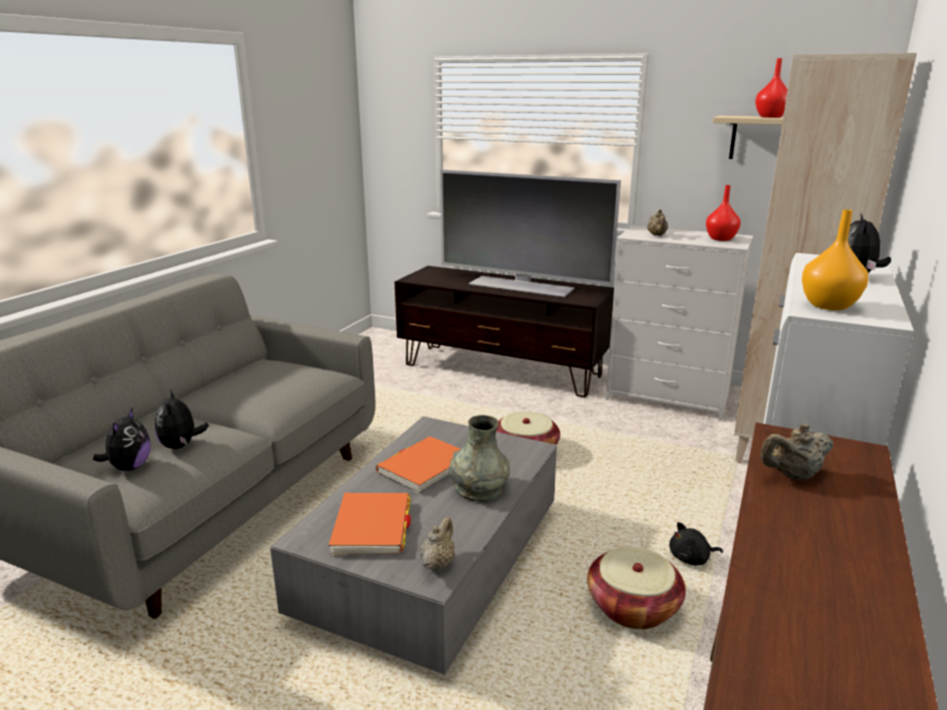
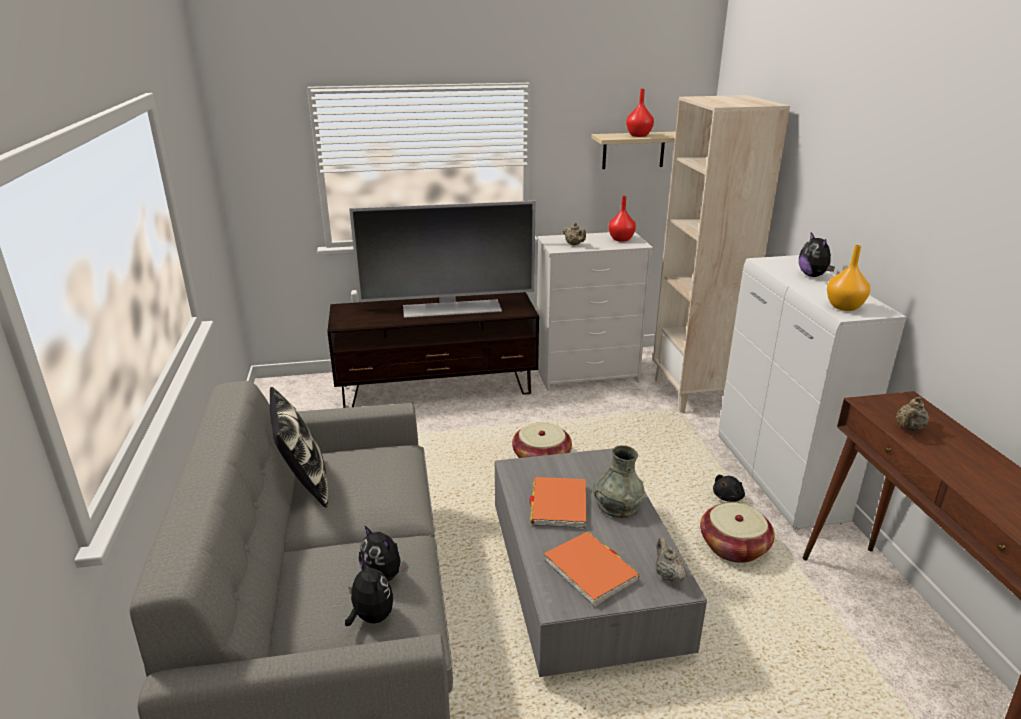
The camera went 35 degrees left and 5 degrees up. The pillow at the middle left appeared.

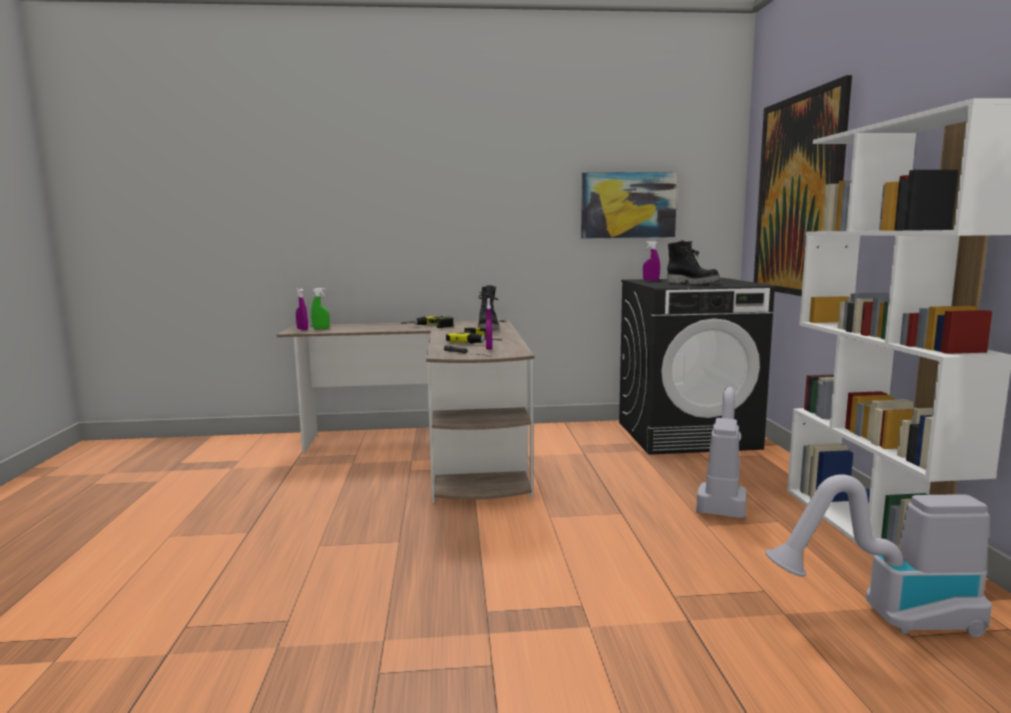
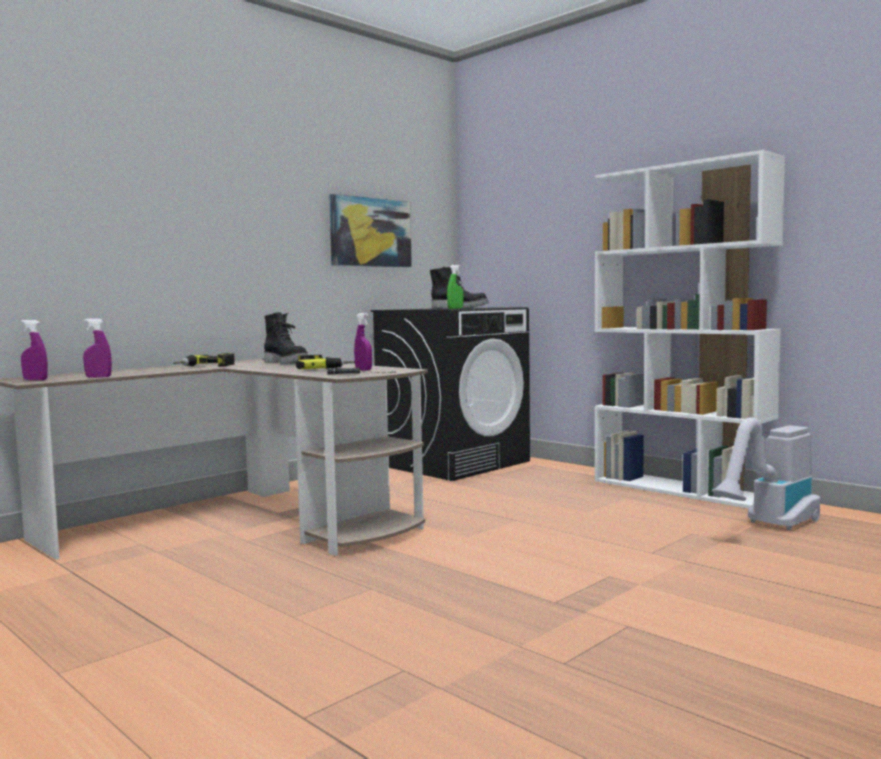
The camera went 40 degrees left and 5 degrees down. The picture (no. 2 from left) at the top right disappeared. The purple_spray_bottle (no. 3 from left in the first image) moved from the centre to the middle left. The green_spray_bottle moved from the middle left to the centre. The vacuum_cleaner (no. 1 from left) at the middle right disappeared.

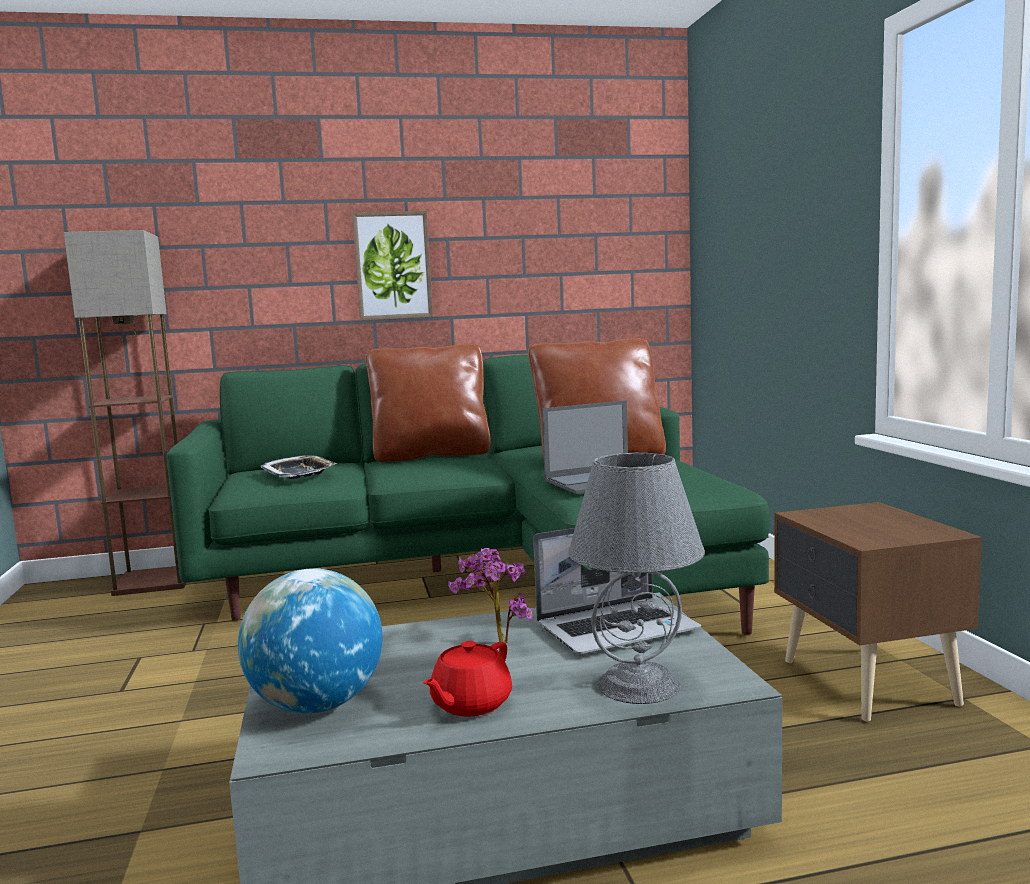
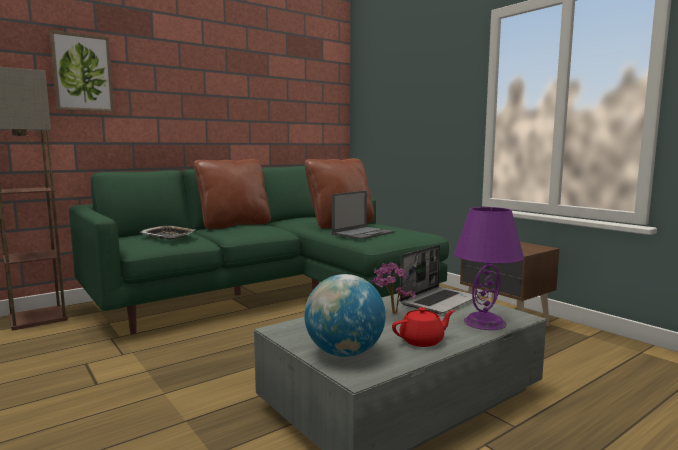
The camera went 25 degrees left and 0 degrees up. The picture moved from the top centre to the top left. The grey_table_lamp at the centre became the purple_table_lamp at the middle right. The red_teapot at the bottom centre turned 120 degrees counterclockwise.

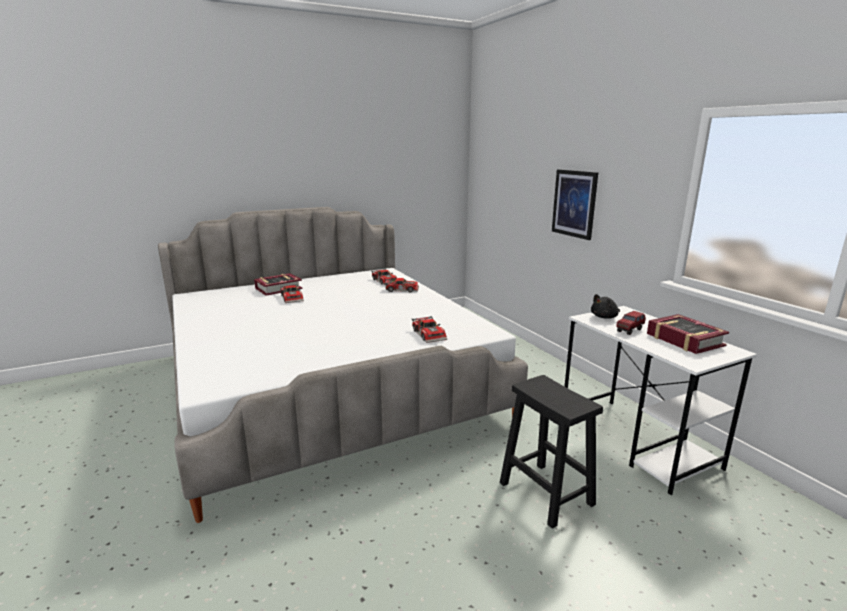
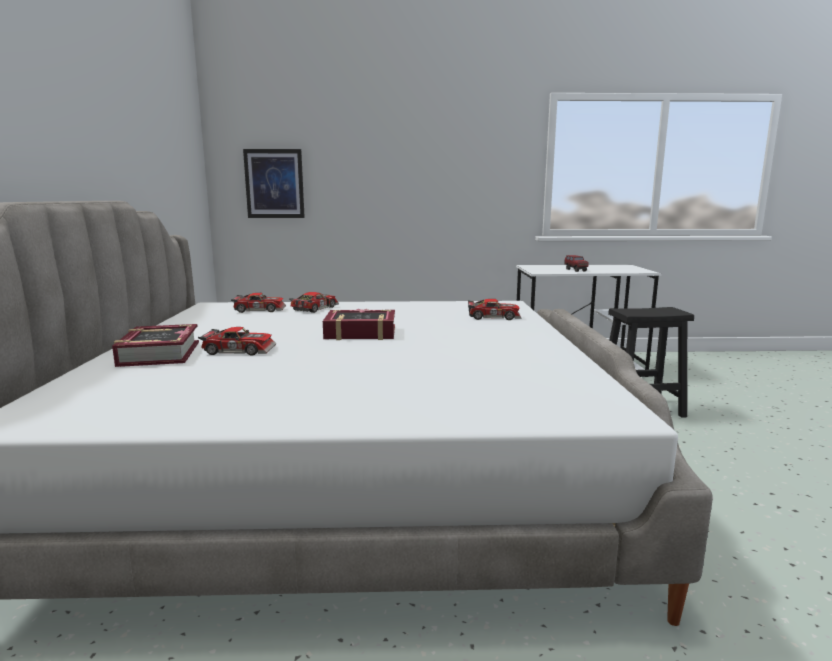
The camera went 65 degrees left and 5 degrees down. The picture moved from the middle right to the top left. The black_plush_toy at the middle right disappeared. The book (no. 2 from left) moved from the middle right to the centre.

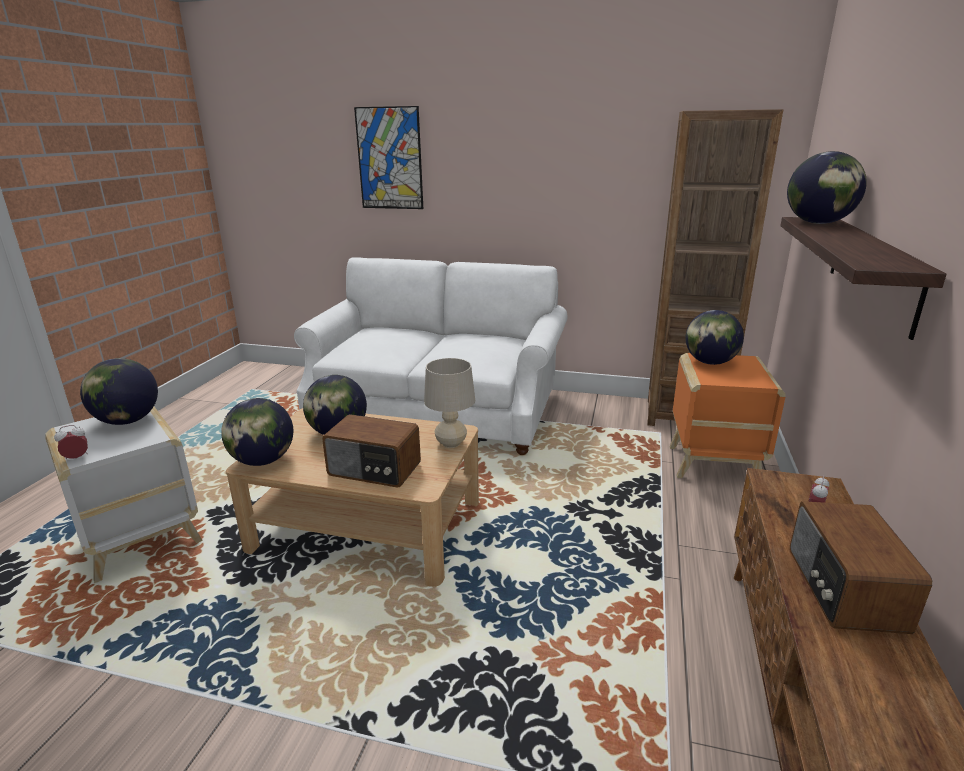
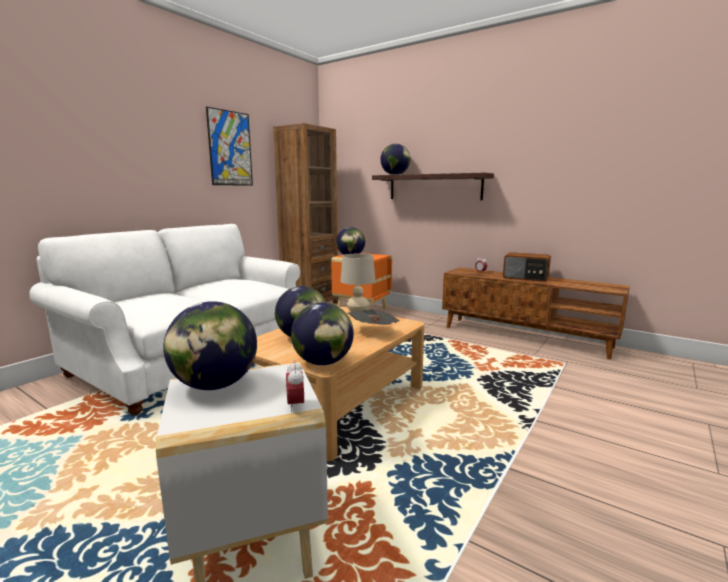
The camera went 70 degrees left and 10 degrees down. The picture moved from the top centre to the top left. The radio (no. 1 from left) at the centre was replaced by the newspaper at the centre.

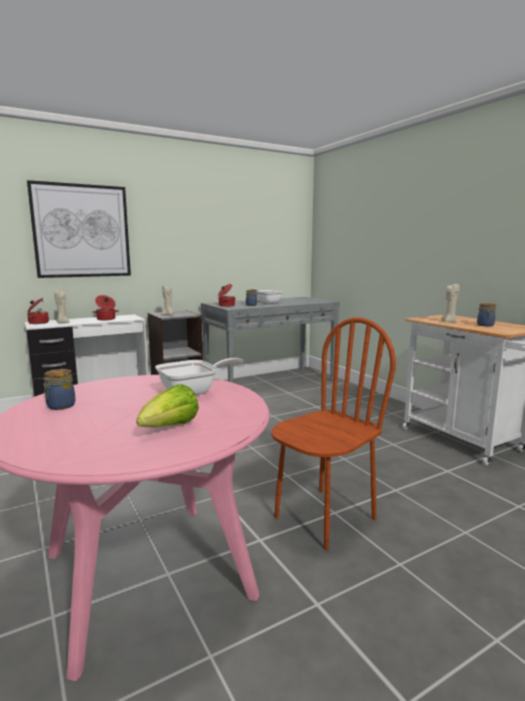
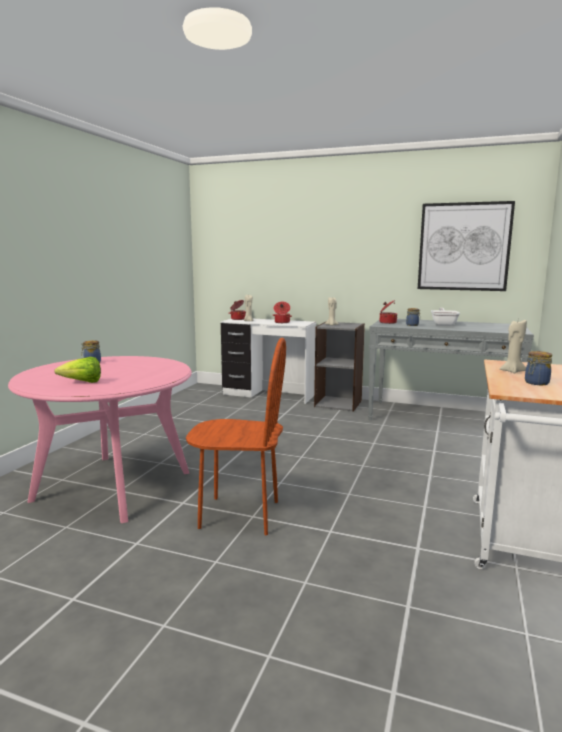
The camera went 50 degrees right and 0 degrees up. The picture moved from the top left to the middle right. The frying_pan (no. 1 from left) at the centre disappeared.

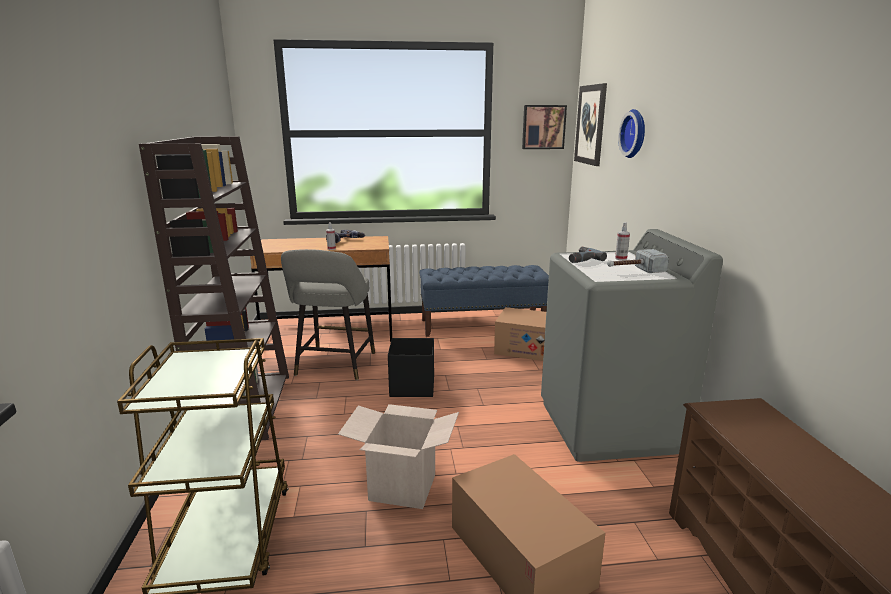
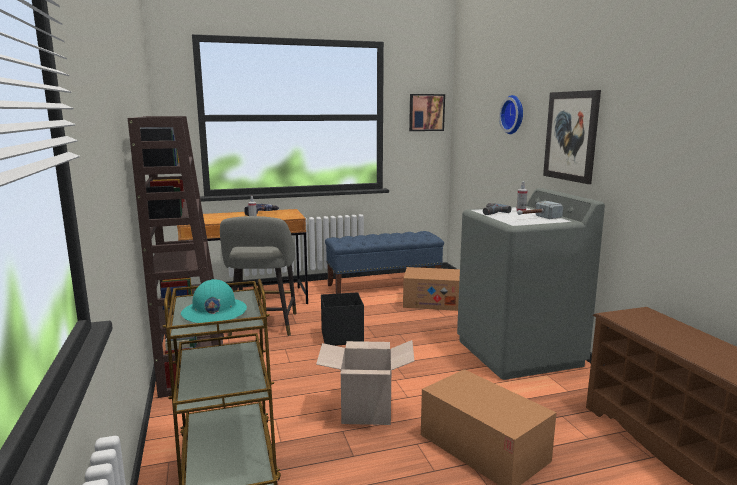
The camera went 10 degrees left and 5 degrees down. The picture (no. 2 from left) moved from the top centre to the top right. The turquoise_hard_hat at the middle left appeared.

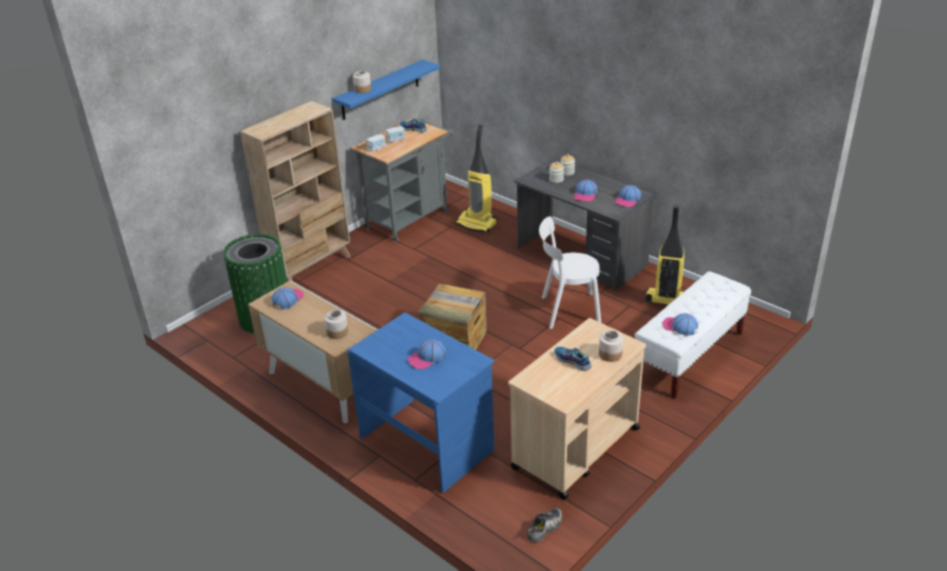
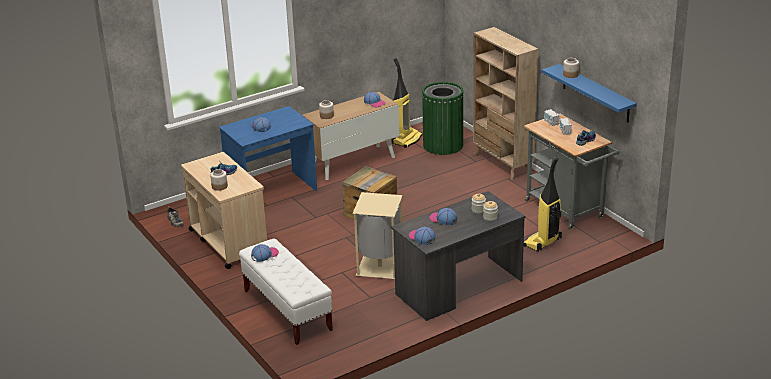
The camera went 105 degrees right and 5 degrees down. The vacuum_cleaner (no. 2 from left in the first image) moved from the middle right to the top centre. The white_chair at the centre was replaced by the beige_trash_can at the centre.

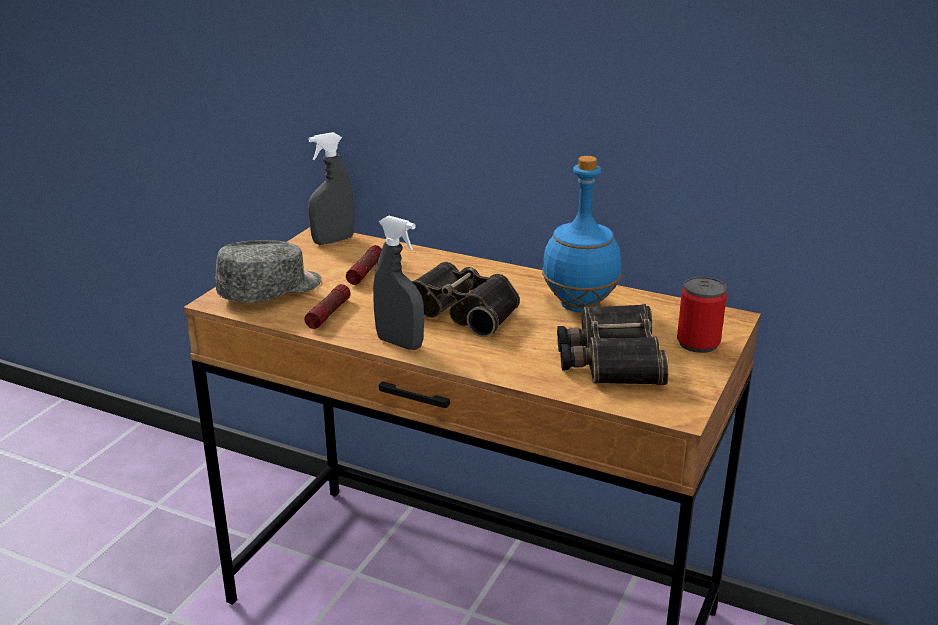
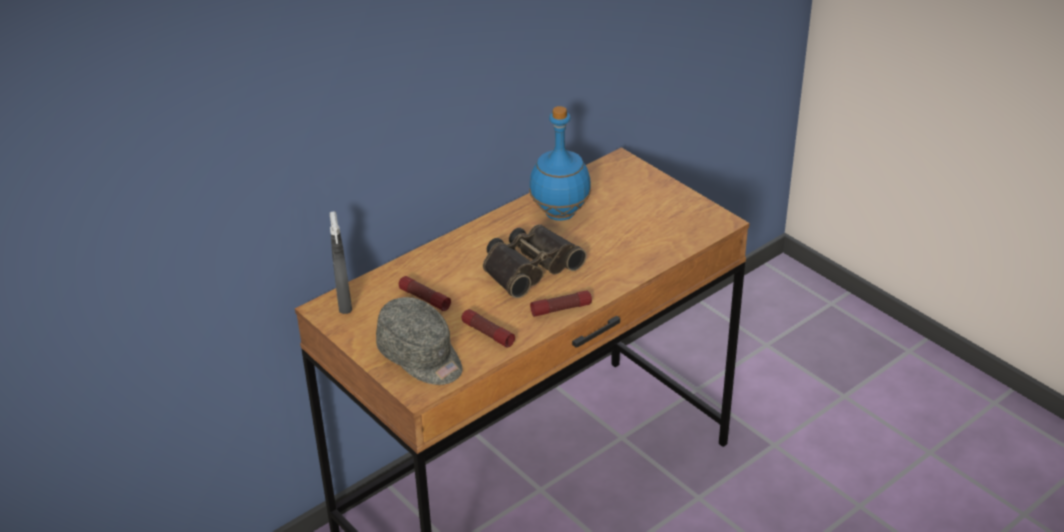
The camera went 65 degrees left and 10 degrees up. The grey_spray_bottle (no. 2 from left) at the centre was replaced by the flashlight (no. 3 from left) at the centre. The grey_cap at the middle left turned 150 degrees clockwise. The can at the middle right disappeared. The binoculars (no. 2 from left) at the centre disappeared.

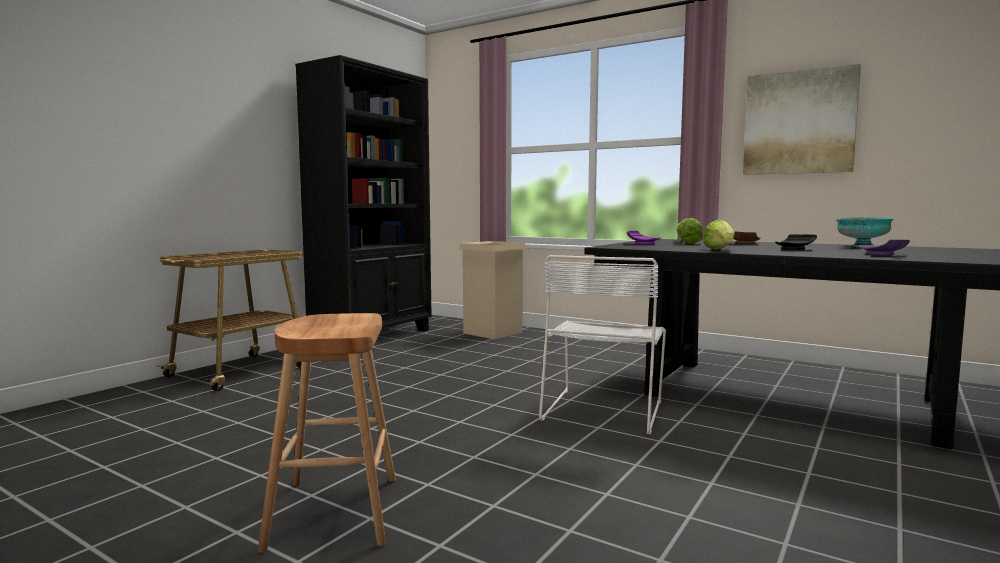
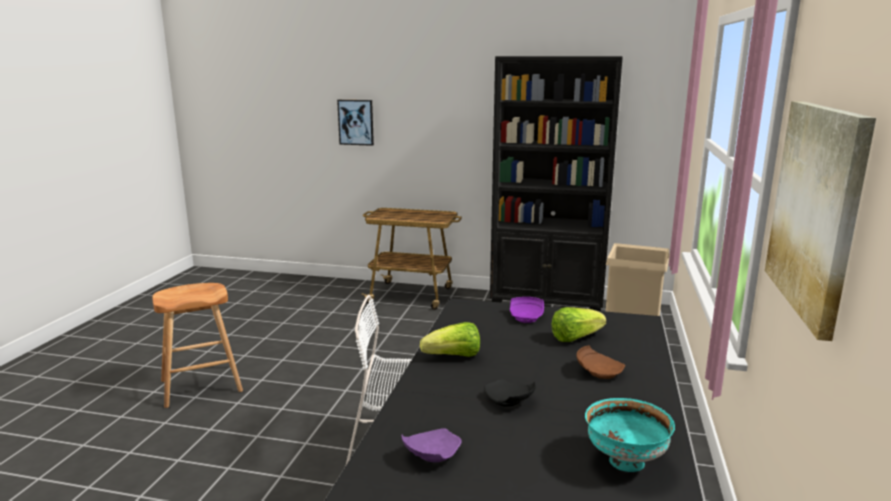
The camera went 70 degrees right and 10 degrees up. The picture (no. 1 from left) at the top centre appeared.

